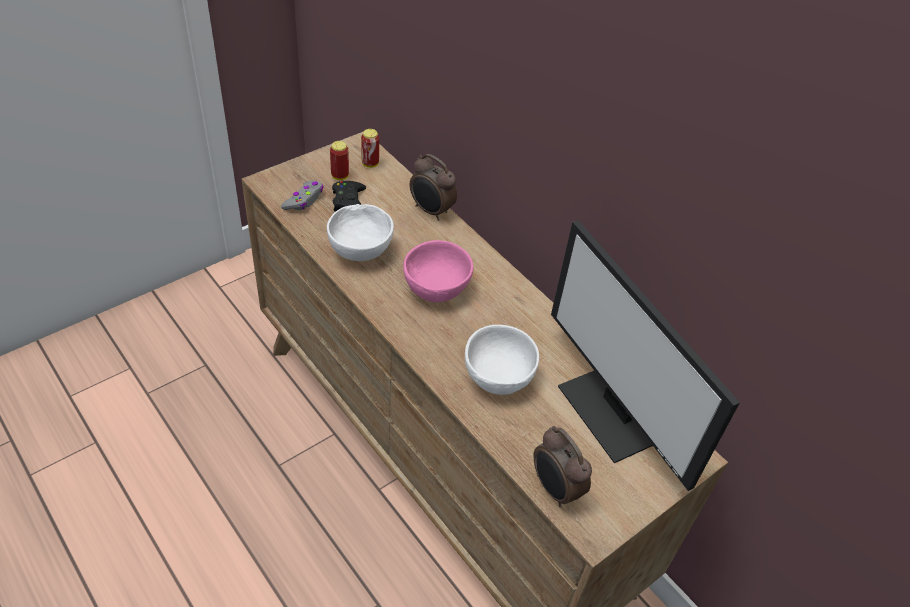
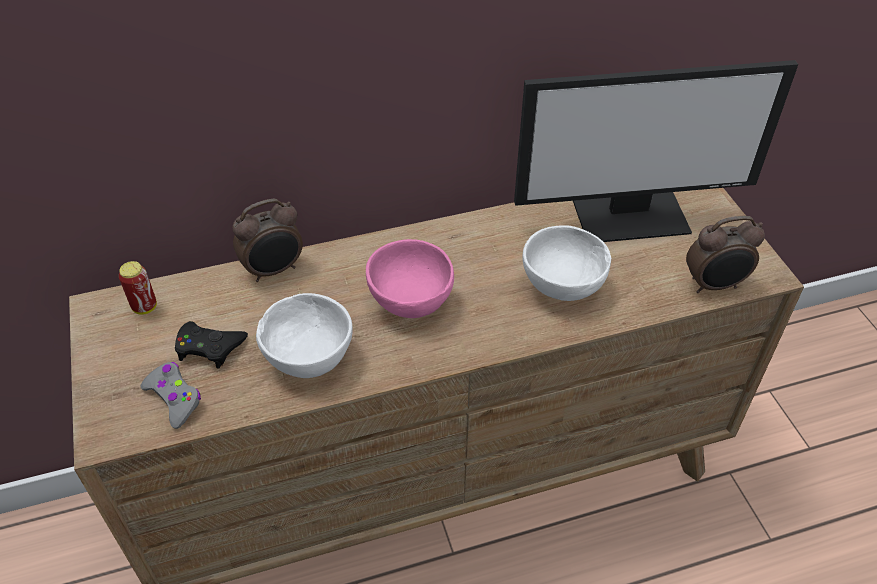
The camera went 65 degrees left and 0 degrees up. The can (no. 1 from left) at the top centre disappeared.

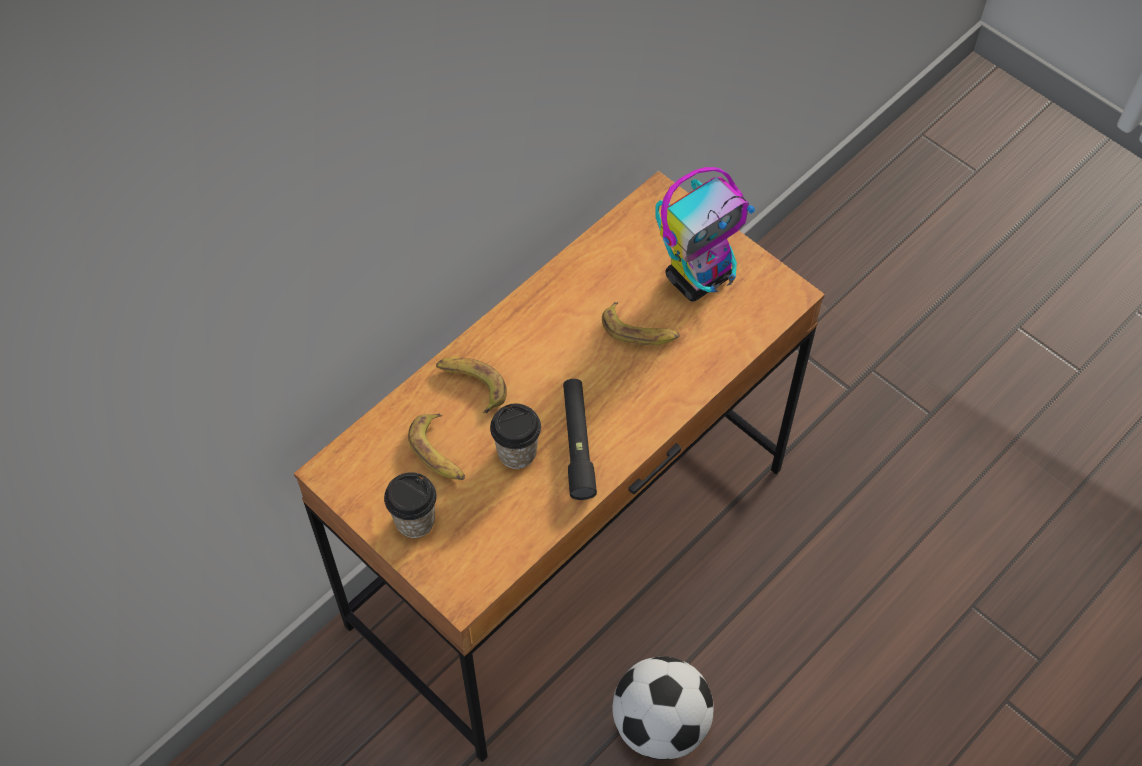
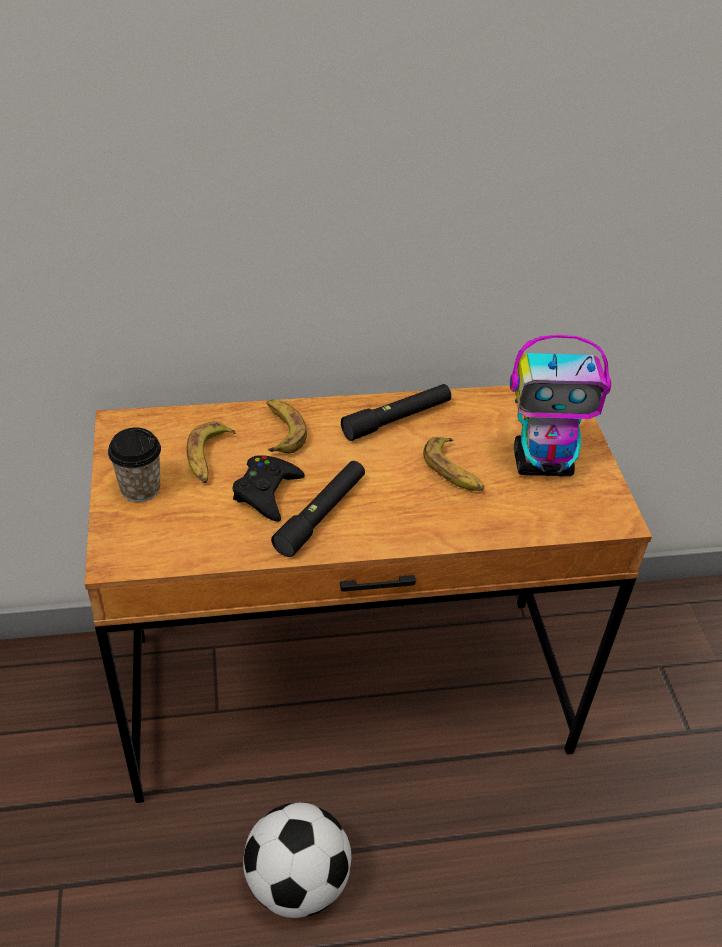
The camera went 35 degrees right and 15 degrees down. The cup (no. 2 from left) at the centre was replaced by the black_game_controller at the centre. The black_flashlight (no. 2 from left) at the centre appeared.

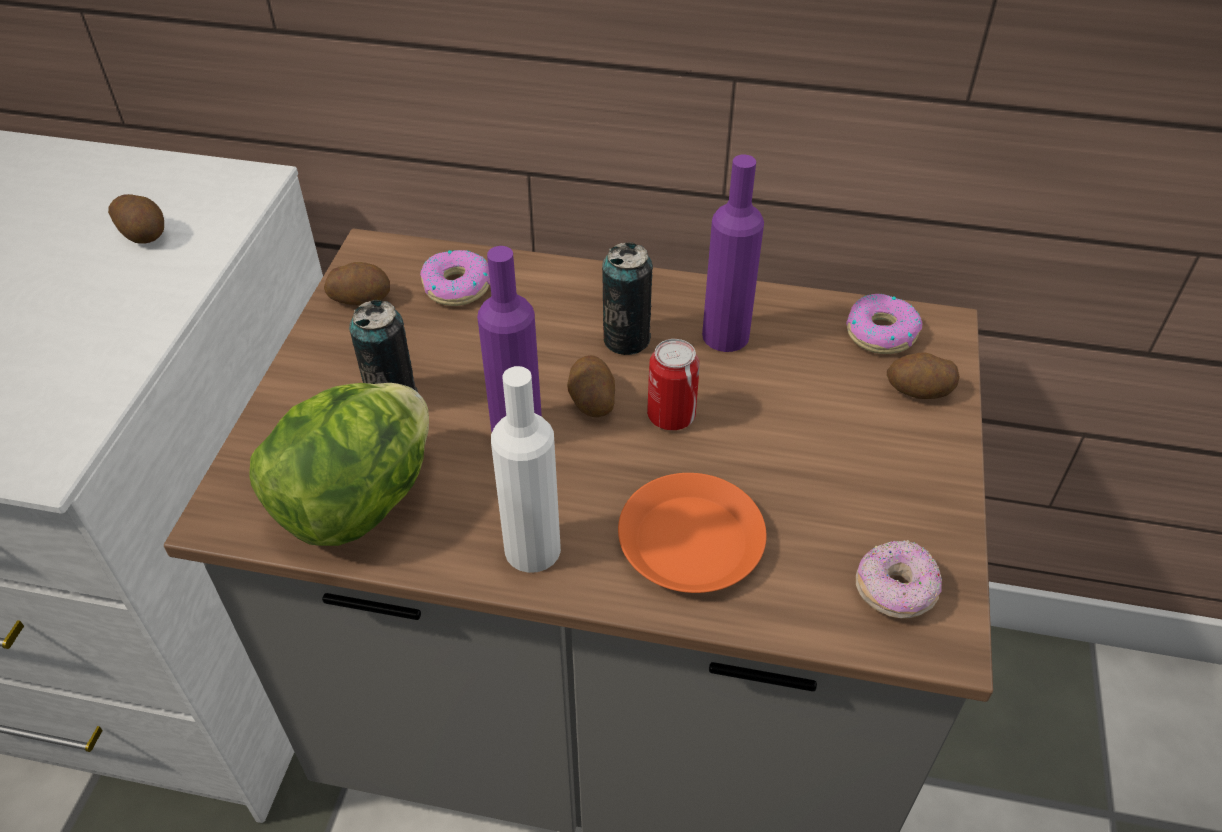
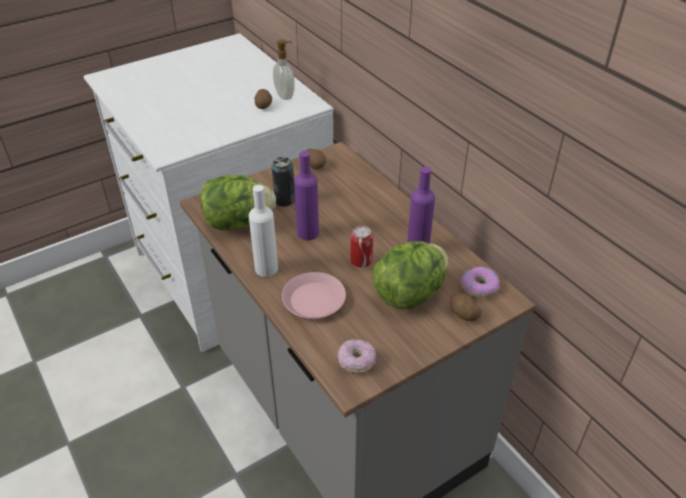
The camera went 45 degrees right and 5 degrees down. The can (no. 2 from left) at the centre disappeared. The donut (no. 1 from left) at the centre disappeared. The potato (no. 3 from left) at the centre disappeared. The orange_plate at the centre became the pink_plate at the centre. The soap_dispenser at the top centre appeared. The lettuce (no. 2 from left) at the centre appeared.

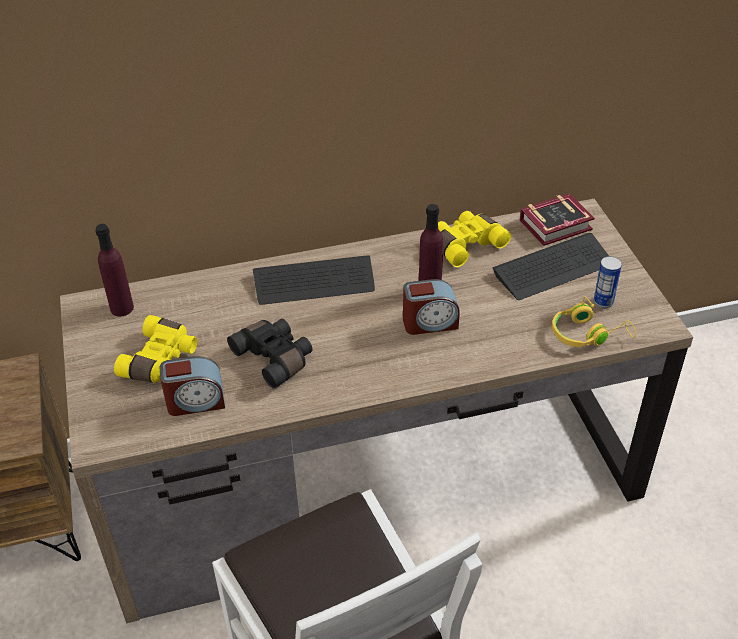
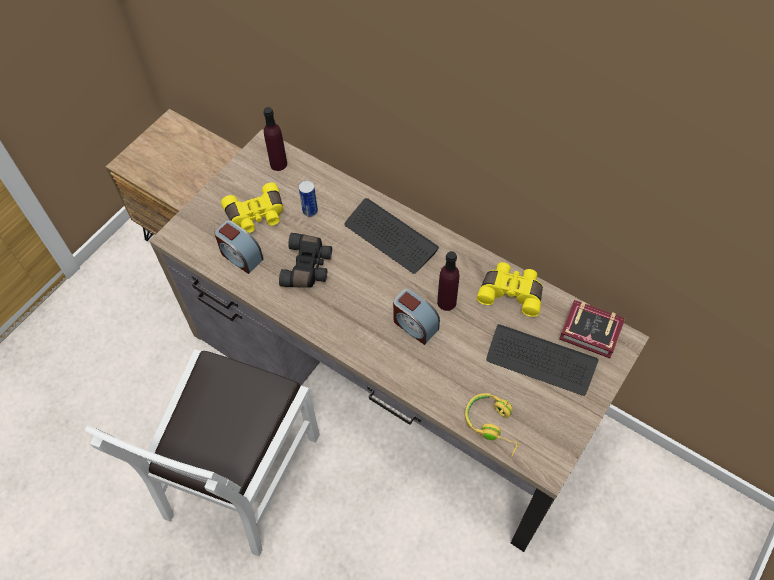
The camera went 50 degrees right and 15 degrees up. The can moved from the middle right to the centre.

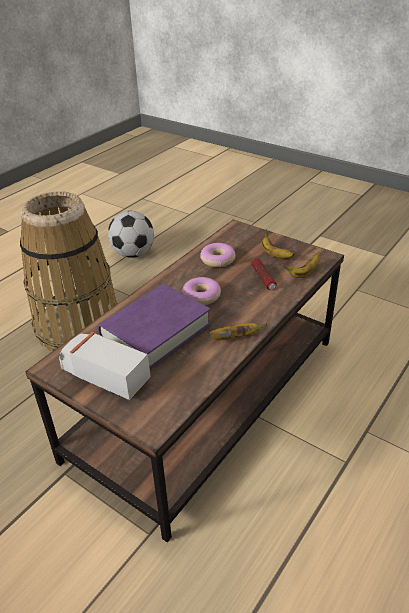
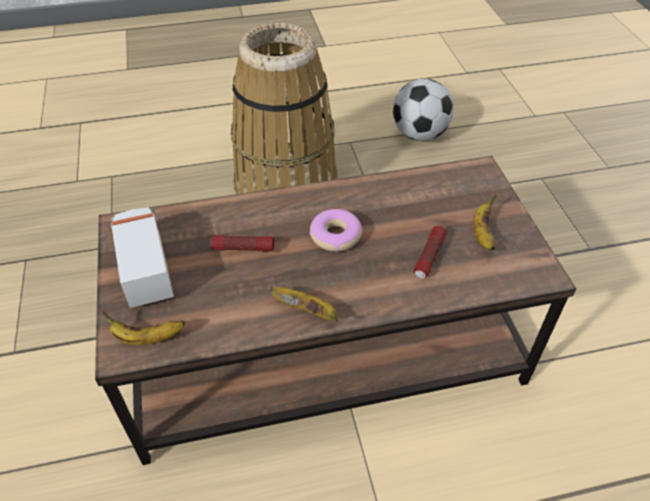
The camera went 40 degrees right and 10 degrees up. The donut (no. 2 from left) at the centre disappeared. The banana (no. 3 from left in the first image) moved from the middle right to the middle left. The purple_book at the centre was replaced by the flashlight (no. 1 from left) at the centre.

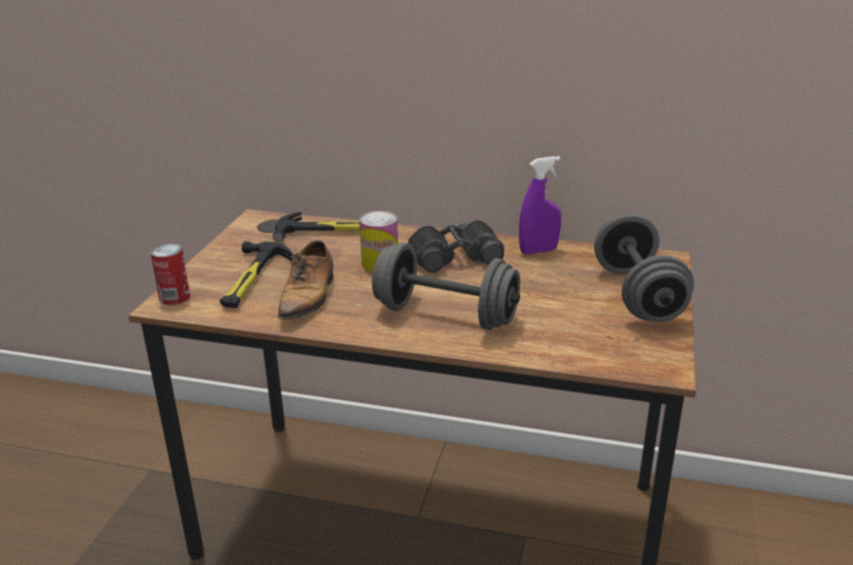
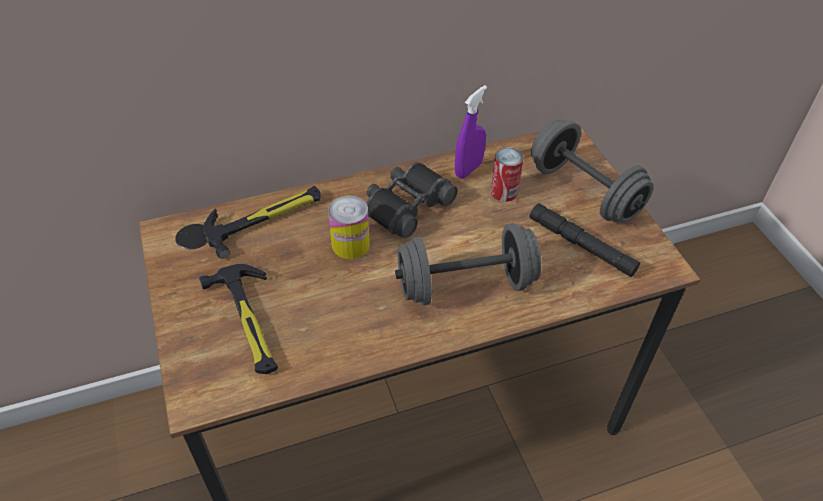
The camera went 35 degrees left and 20 degrees up. The shoe at the centre disappeared. The can (no. 1 from left in the first image) moved from the middle left to the centre. The black_flashlight at the middle right appeared.

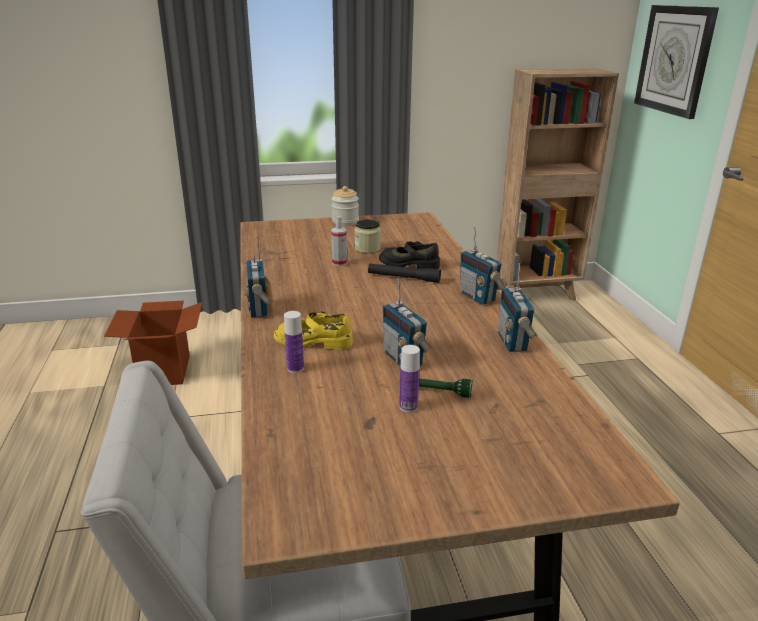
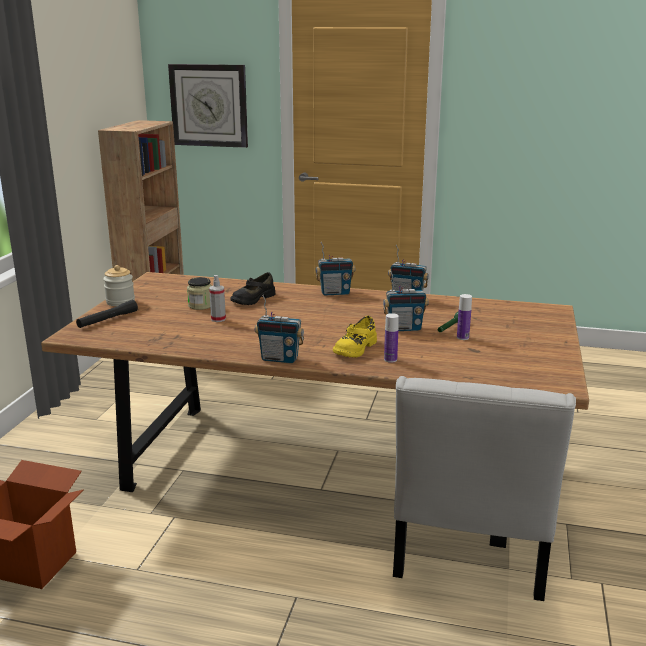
The camera went 65 degrees left and 5 degrees down. The black_flashlight moved from the centre to the middle left.

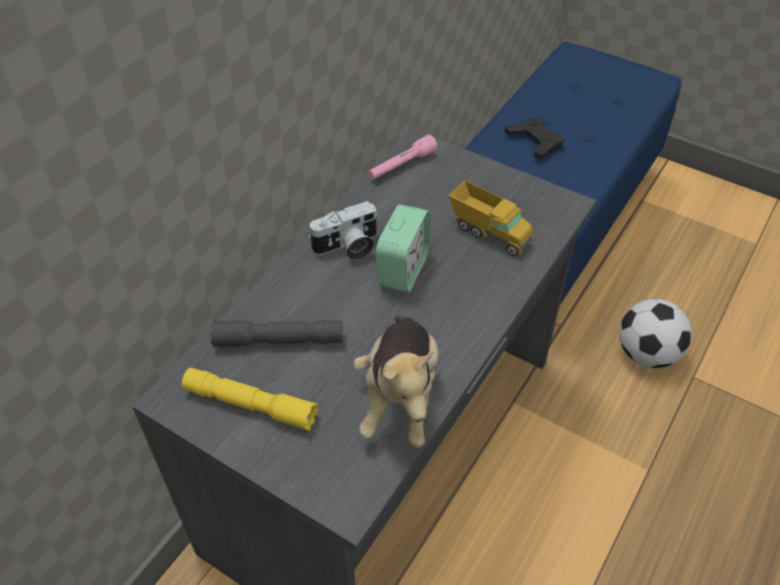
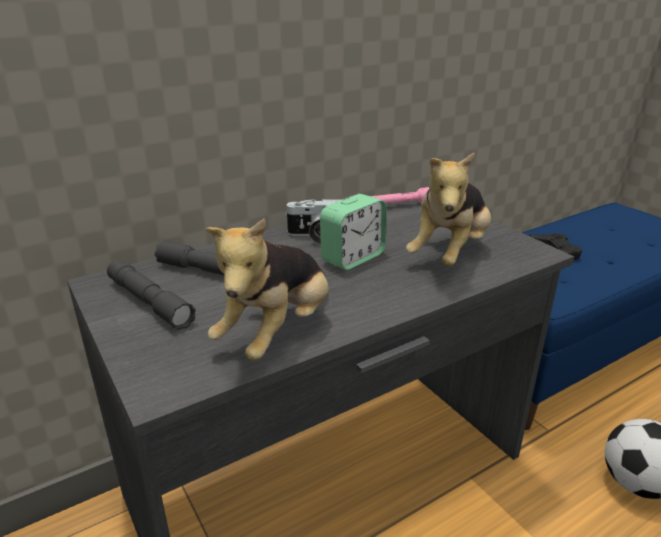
The camera went 25 degrees right and 20 degrees down. The toy_truck at the centre was replaced by the plush_toy (no. 2 from left) at the middle right. The yellow_flashlight at the bottom left became the grey_flashlight (no. 1 from left) at the middle left.

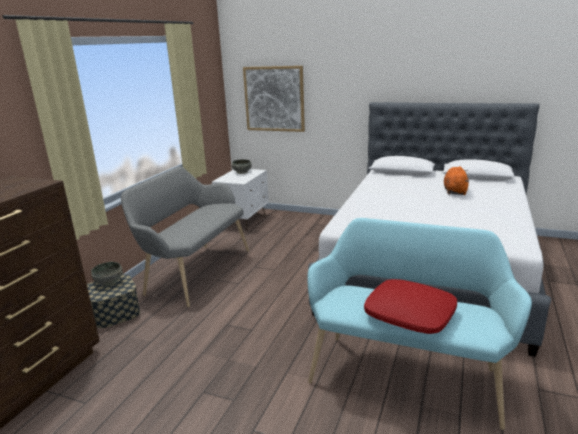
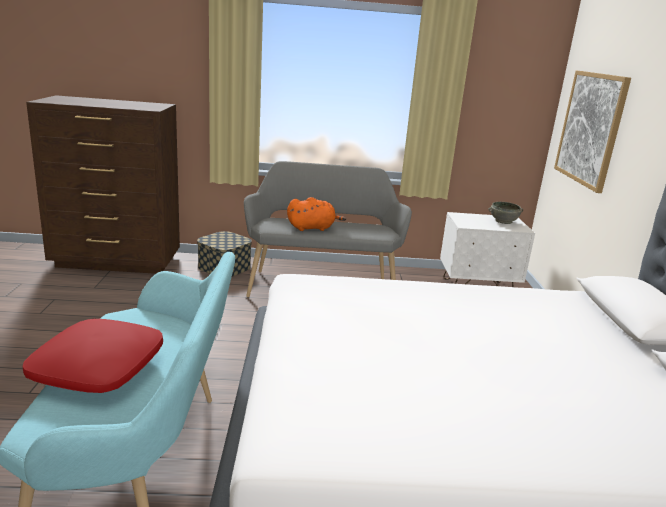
The camera went 65 degrees right and 0 degrees up. The orange_plush_toy moved from the middle right to the centre. The grey_bowl (no. 1 from left) at the middle left disappeared.

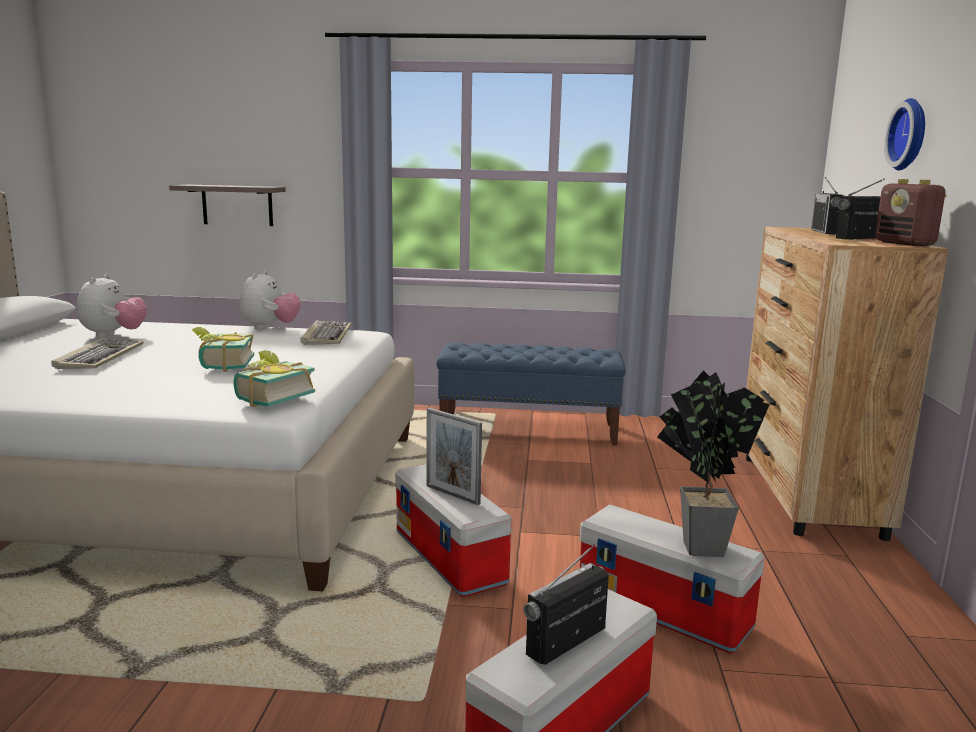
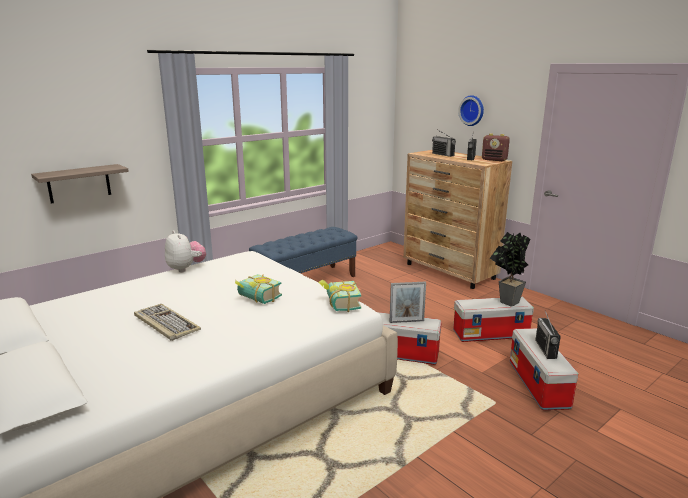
The camera went 45 degrees left and 5 degrees up. The plush_toy (no. 1 from left) at the middle left disappeared. The keyboard (no. 2 from left) at the centre disappeared.

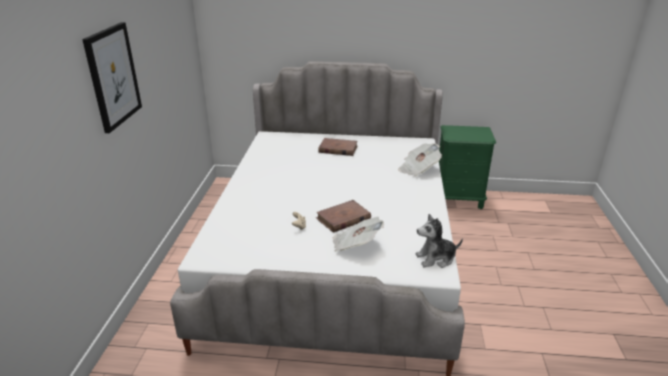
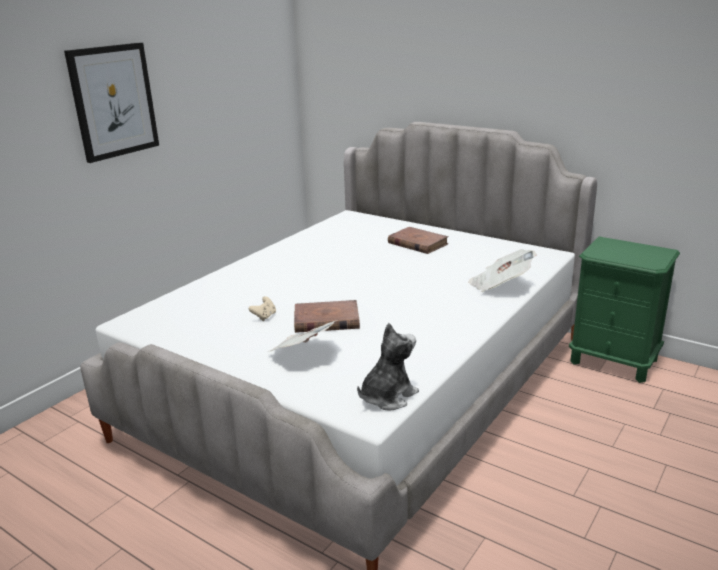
The camera went 30 degrees right and 5 degrees down. The plush_toy at the centre turned 120 degrees clockwise.

